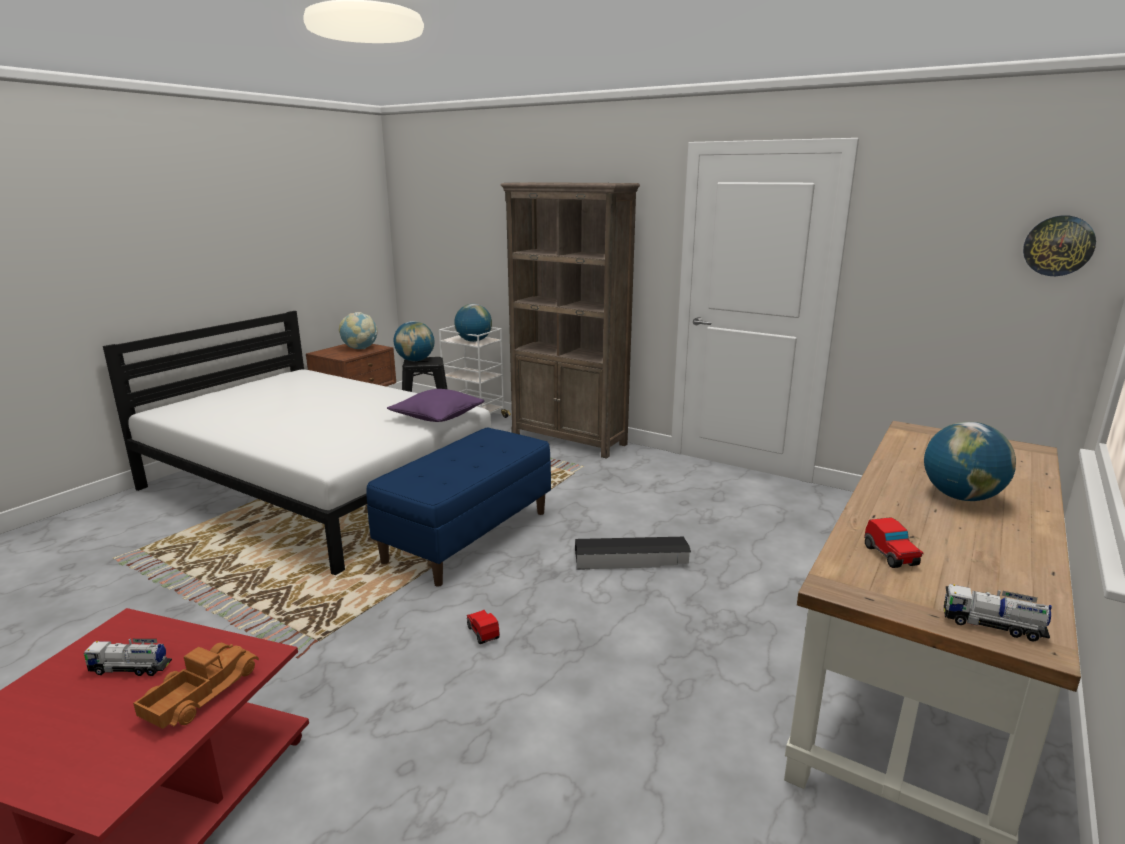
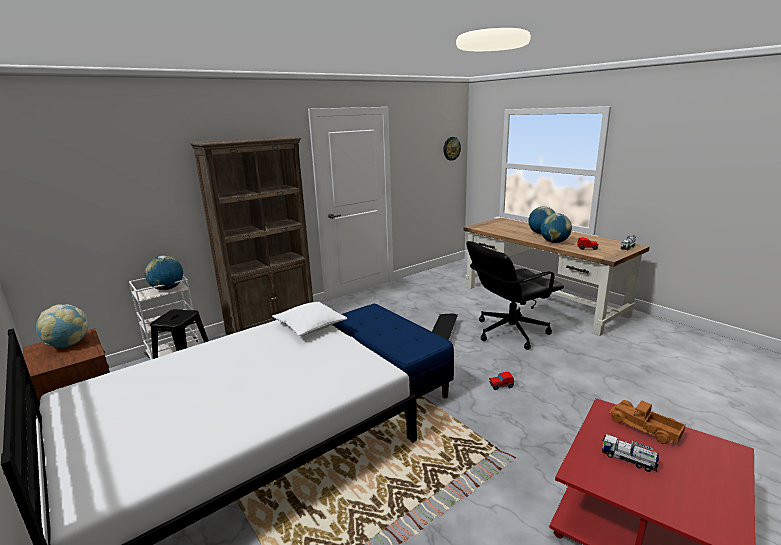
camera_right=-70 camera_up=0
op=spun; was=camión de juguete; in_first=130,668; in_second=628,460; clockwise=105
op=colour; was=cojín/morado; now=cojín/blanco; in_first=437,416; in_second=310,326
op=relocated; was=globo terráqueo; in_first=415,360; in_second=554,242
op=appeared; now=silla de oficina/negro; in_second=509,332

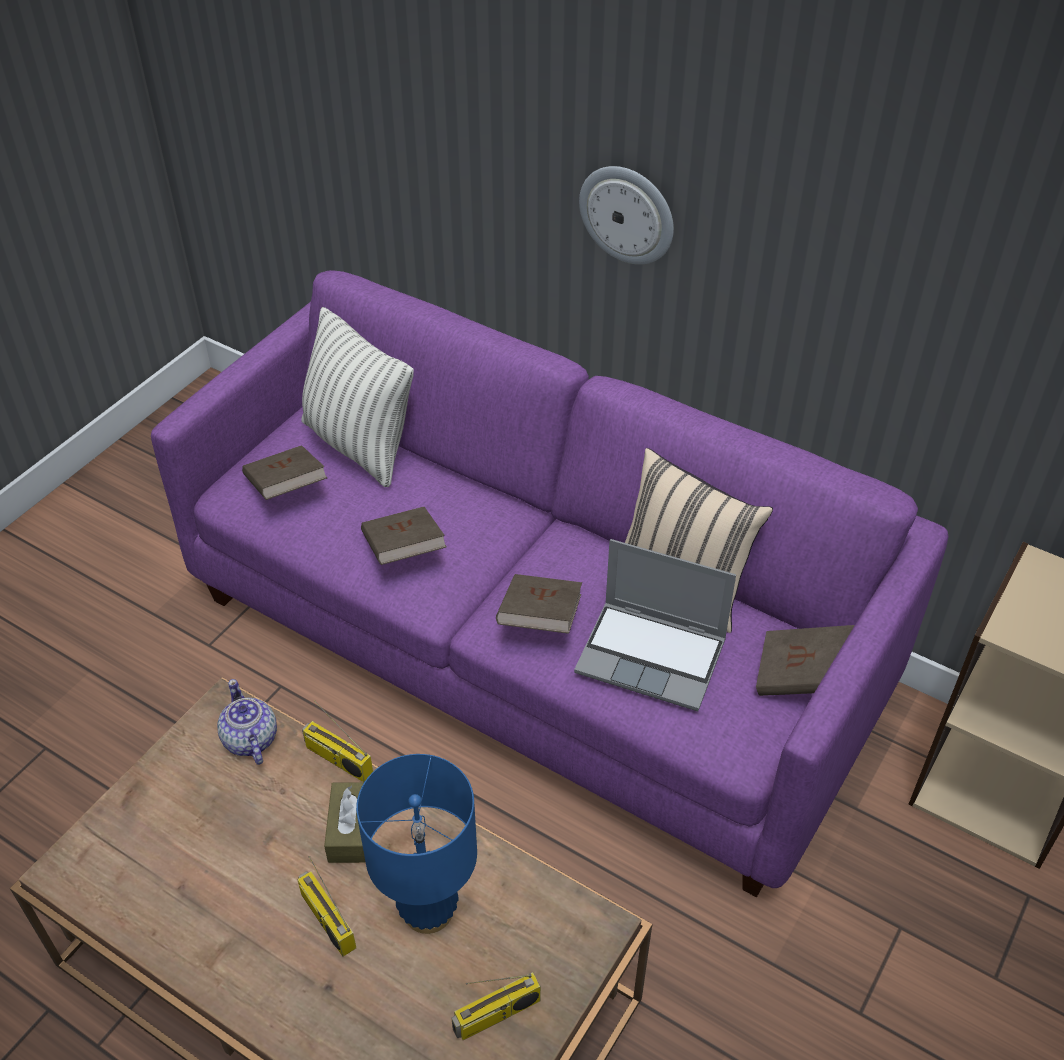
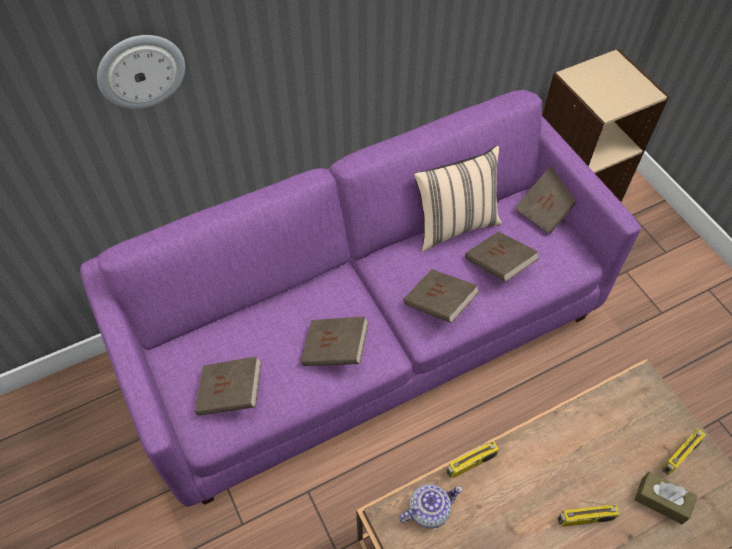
camera_right=-60 camera_up=10
op=spun; was=tetera; in_first=250,740; in_second=428,510; clockwise=150
op=missing; was=cojín; in_first=359,445
op=relocated; was=caja de pañuelos/marrón; in_first=350,830; in_second=661,501
op=missing; was=lámpara de mesa/azul; in_first=428,910
op=spun; was=radio; in_first=496,1015; in_second=679,456; clockwise=45
op=exchanged; was=portátil; now=libro/marrón; in_first=653,656; in_second=498,265
op=relocated; was=reloj de pared; in_first=627,214; in_second=141,71

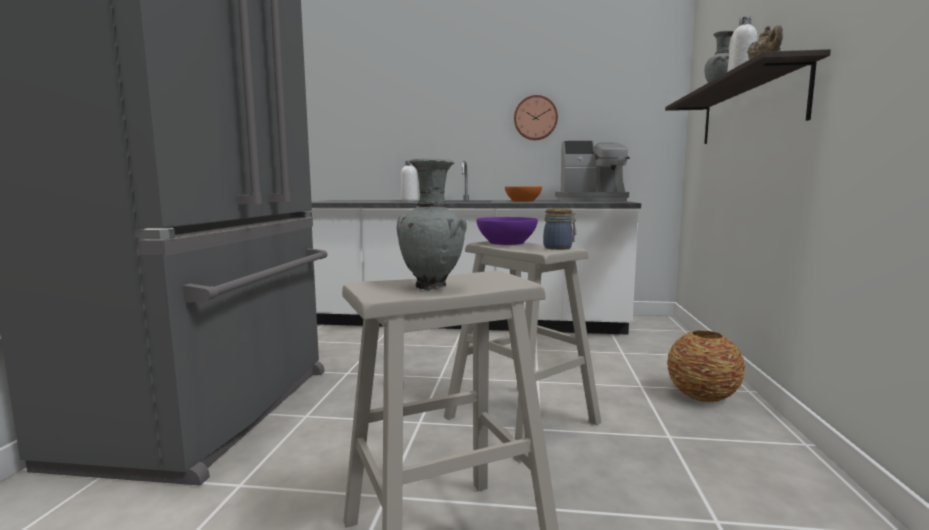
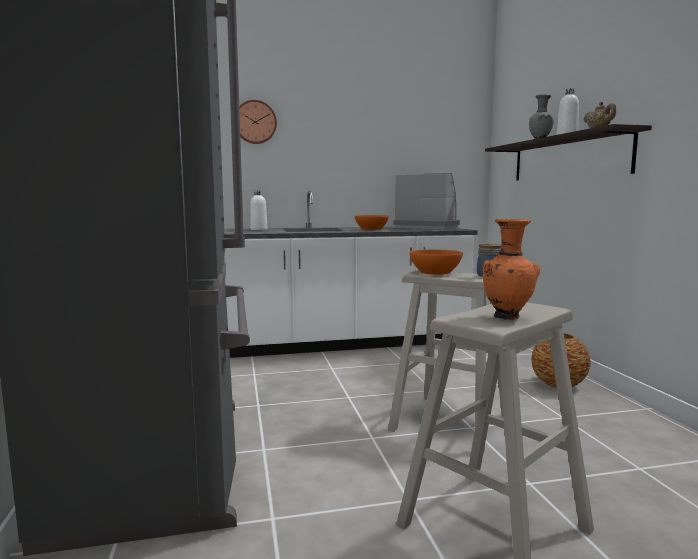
camera_right=-20 camera_up=0
op=colour; was=florero/gris; now=florero/naranja; in_first=433,287; in_second=507,317
op=colour; was=cuenco/morado; now=cuenco/naranja; in_first=507,243; in_second=435,272
op=relocated; was=reloj de pared; in_first=535,118; in_second=255,122
op=spun; was=cafetera; in_first=592,201; in_second=427,227; clockwise=-135

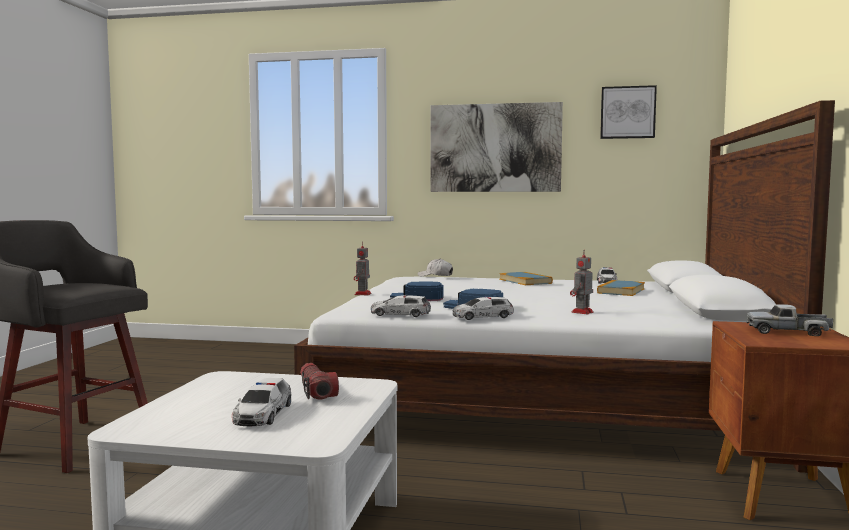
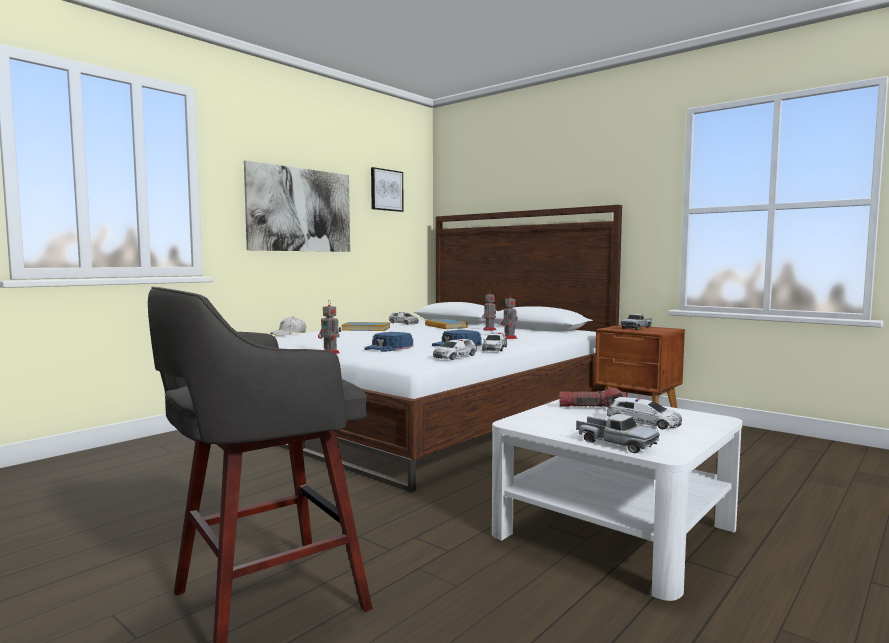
camera_right=-60 camera_up=0
op=appeared; now=robot de juguete; in_second=490,330
op=appeared; now=camión de juguete; in_second=615,443

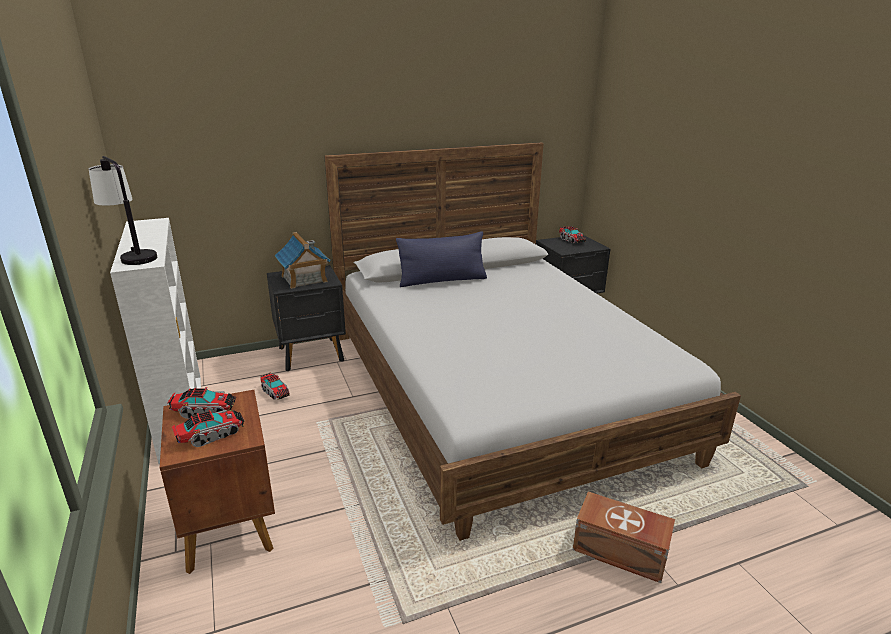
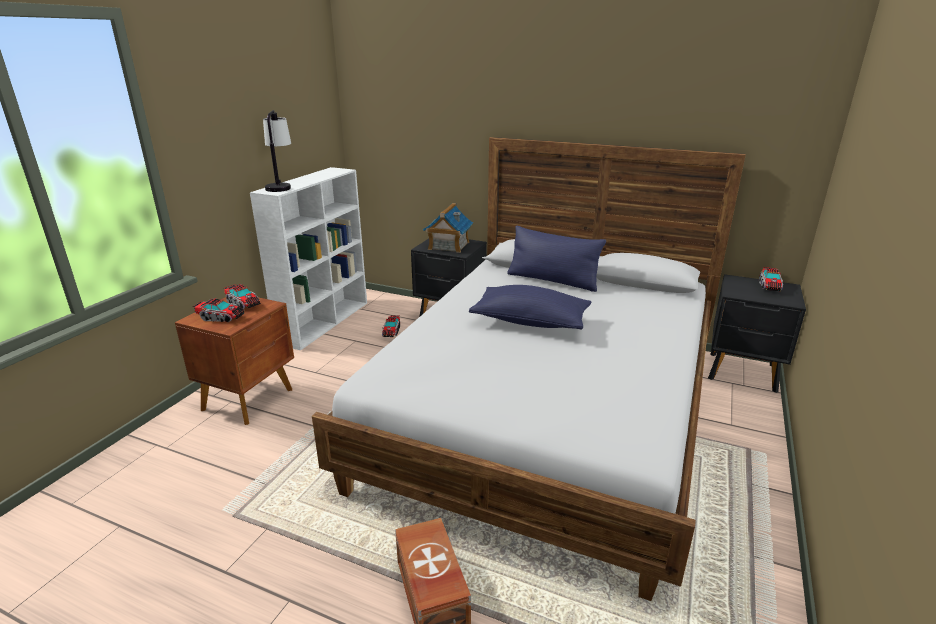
camera_right=45 camera_up=0
op=appeared; now=cojín/azul; in_second=530,321

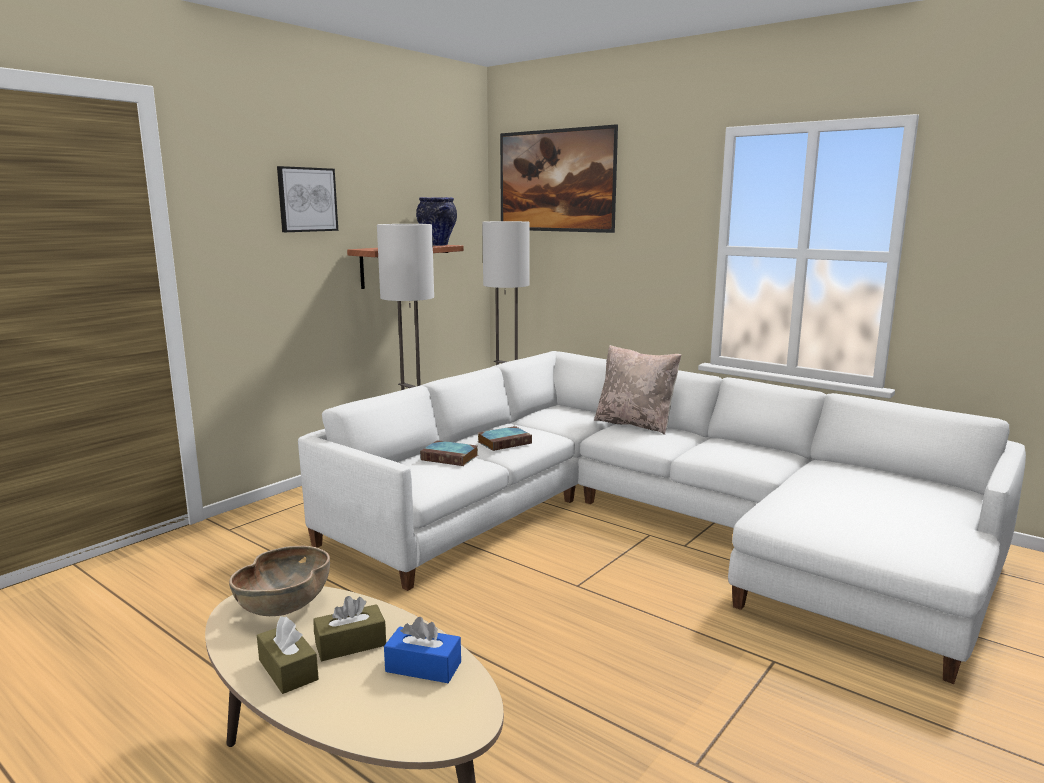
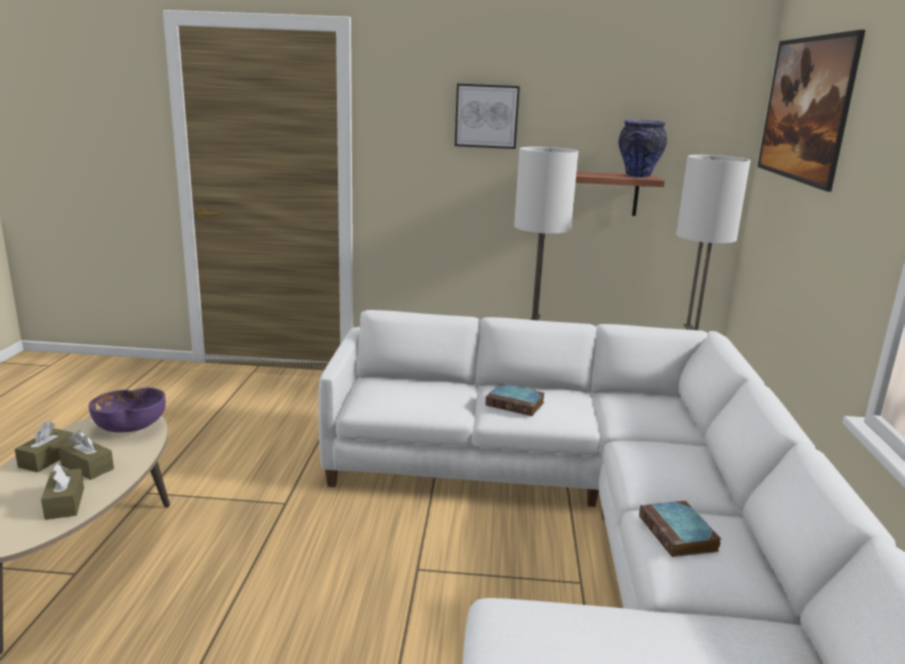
camera_right=55 camera_up=5
op=colour; was=cuenco/marrón; now=cuenco/morado; in_first=285,606; in_second=130,428
op=colour; was=caja de pañuelos/azul; now=caja de pañuelos/marrón; in_first=423,667; in_second=65,503
op=relocated; was=libro; in_first=451,457; in_second=679,534
op=missing; was=cojín/beis; in_first=635,424

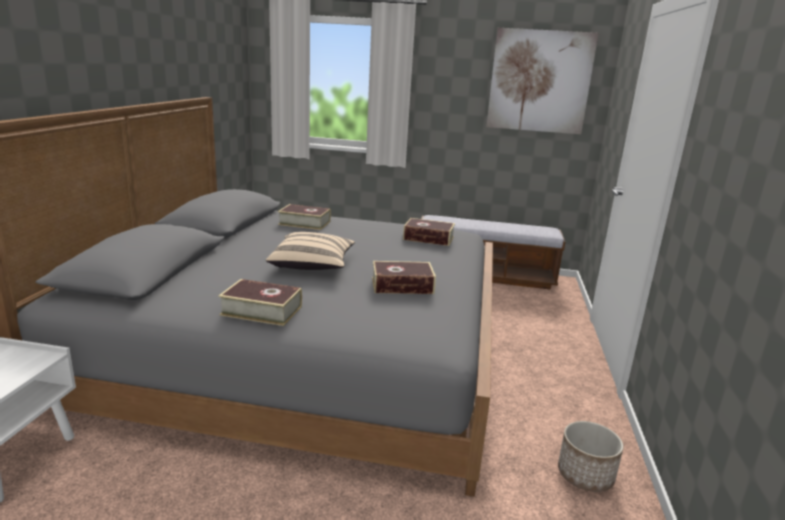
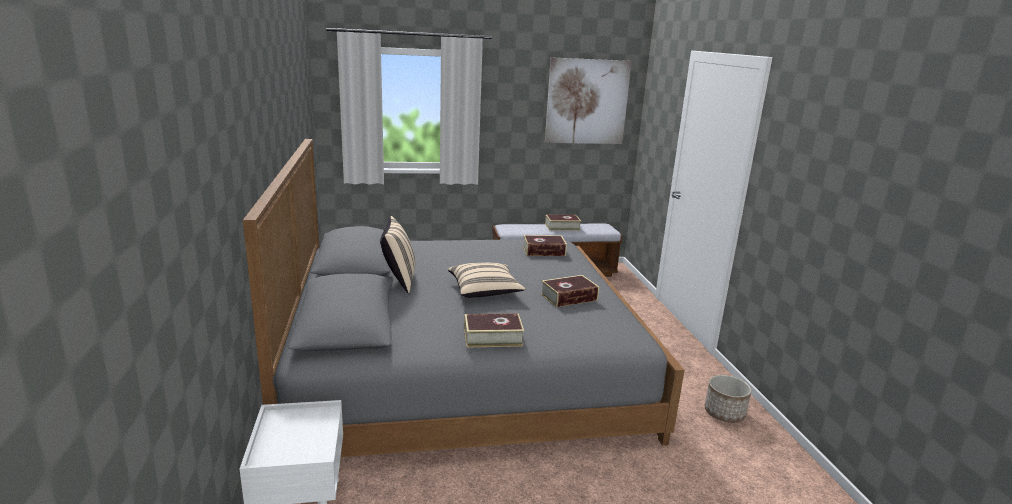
camera_right=-20 camera_up=0
op=relocated; was=libro; in_first=304,223; in_second=562,227
op=appeared; now=cojín/beis; in_second=398,281

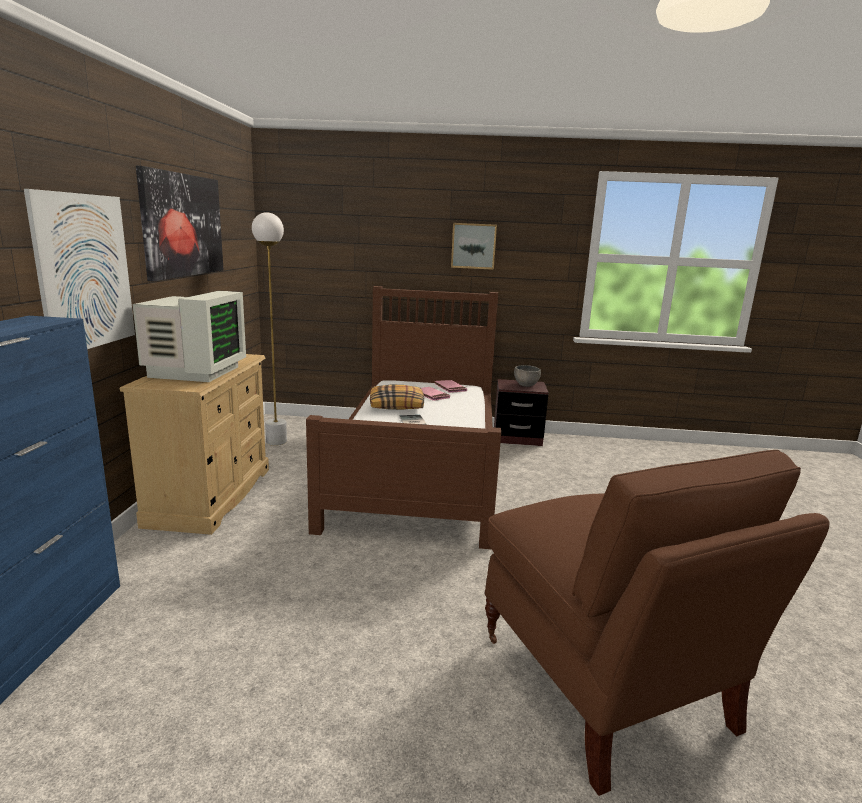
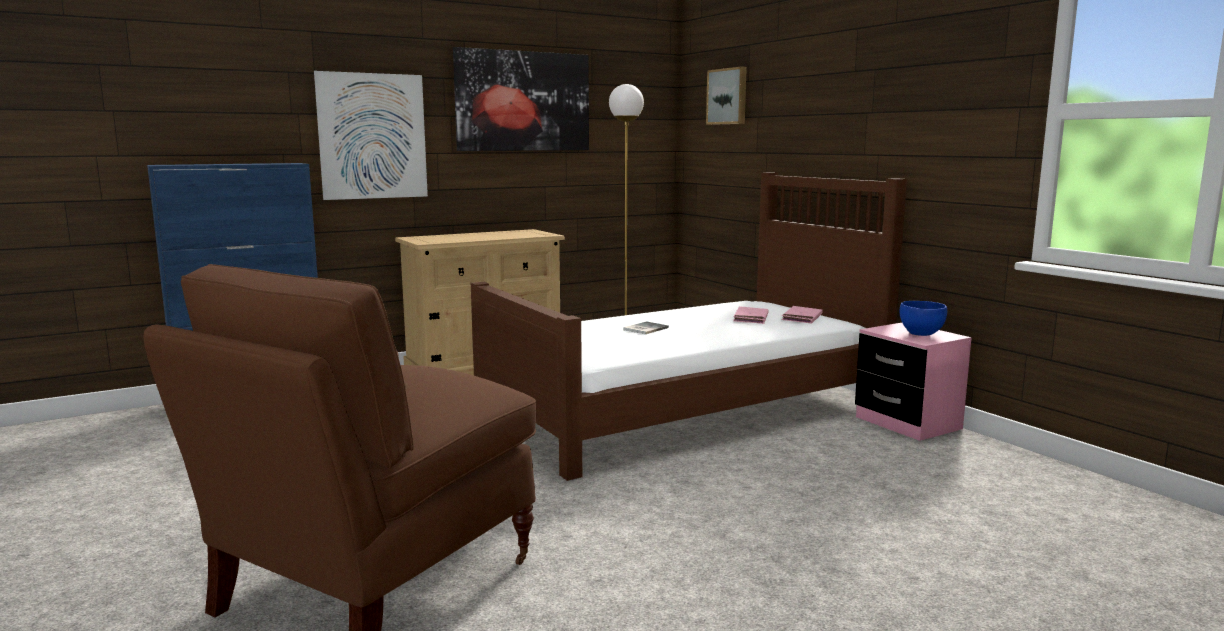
camera_right=55 camera_up=-5
op=missing; was=monitor; in_first=194,372
op=missing; was=cojín; in_first=397,405
op=relocated; was=cuadro; in_first=473,246; in_second=728,96
op=colour; was=mesita de noche/marrón; now=mesita de noche/rosa; in_first=517,438; in_second=907,423
op=colour; was=cuenco/gris; now=cuenco/azul; in_first=526,385; in_second=921,334

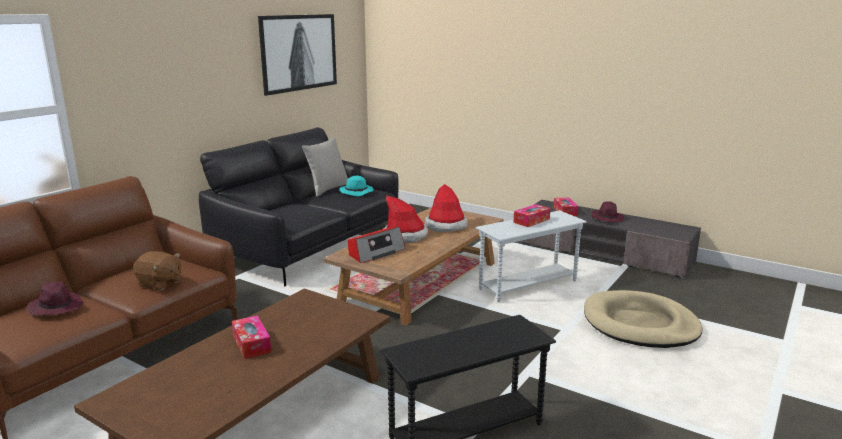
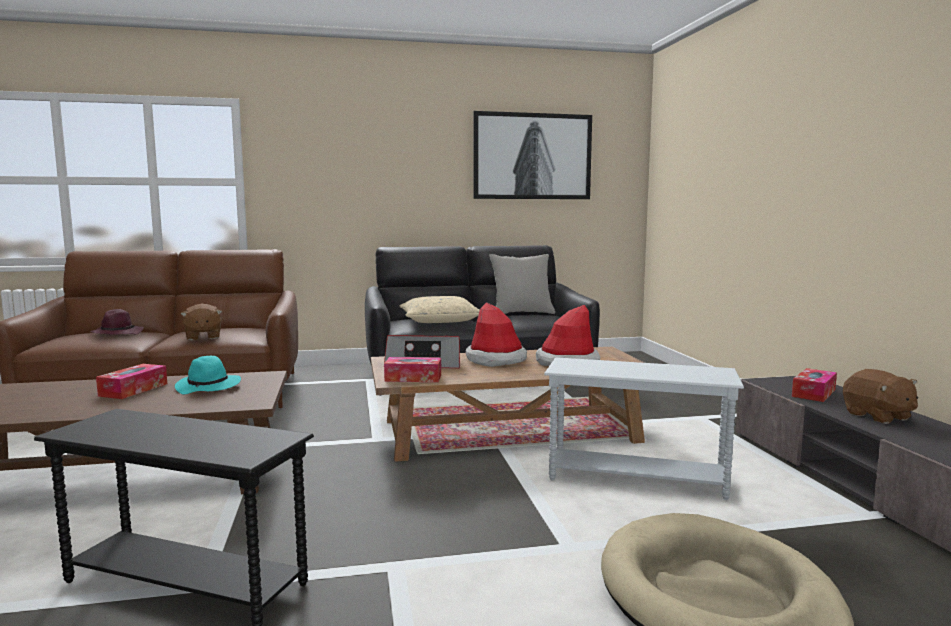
camera_right=45 camera_up=-10
op=relocated; was=sombrero/turquesa; in_first=357,192; in_second=209,387
op=relocated; was=caja de pañuelos; in_first=531,221; in_second=413,378
op=exchanged; was=sombrero/morado; now=peluche/marrón; in_first=607,218; in_second=877,416
op=appeared; now=cojín/beis; in_second=440,321

